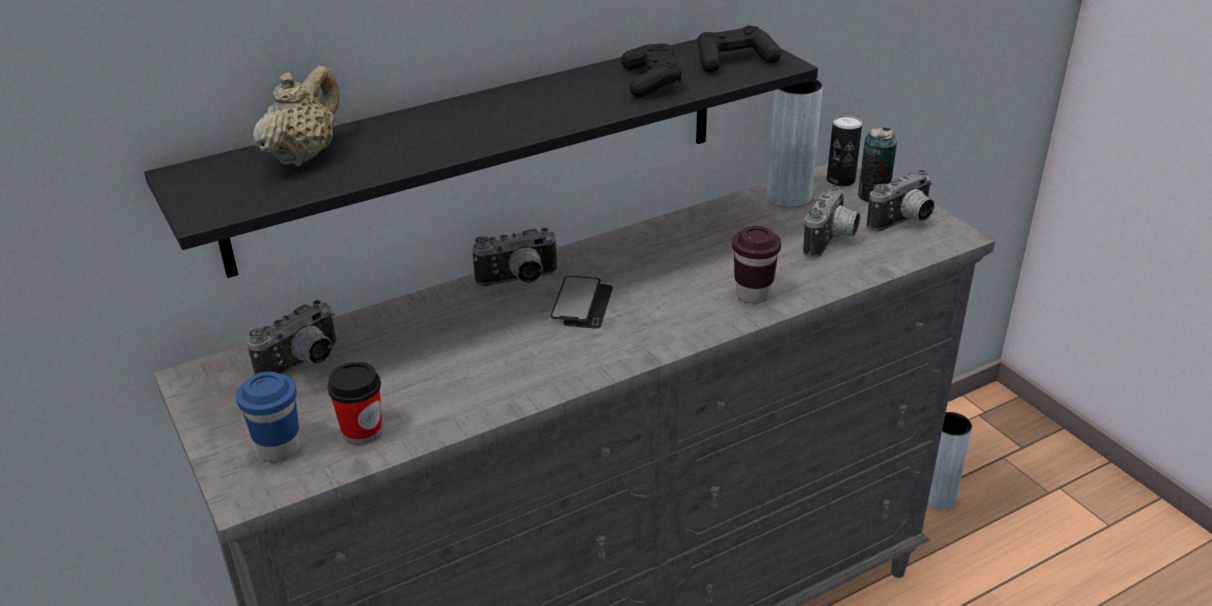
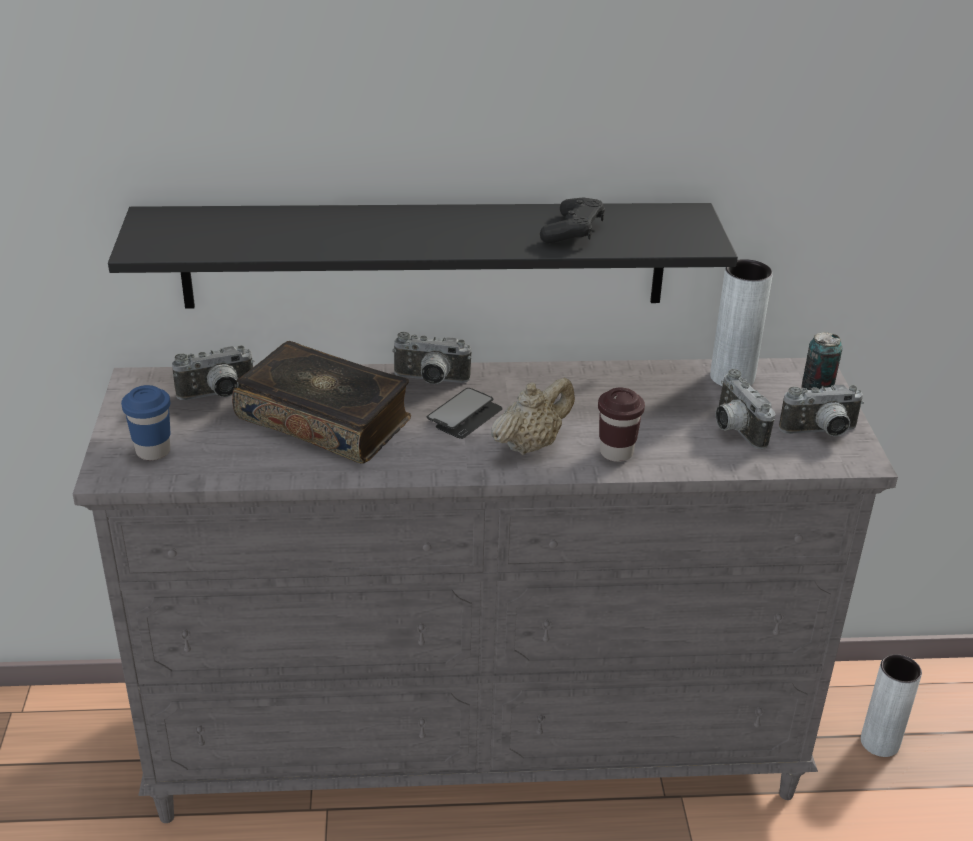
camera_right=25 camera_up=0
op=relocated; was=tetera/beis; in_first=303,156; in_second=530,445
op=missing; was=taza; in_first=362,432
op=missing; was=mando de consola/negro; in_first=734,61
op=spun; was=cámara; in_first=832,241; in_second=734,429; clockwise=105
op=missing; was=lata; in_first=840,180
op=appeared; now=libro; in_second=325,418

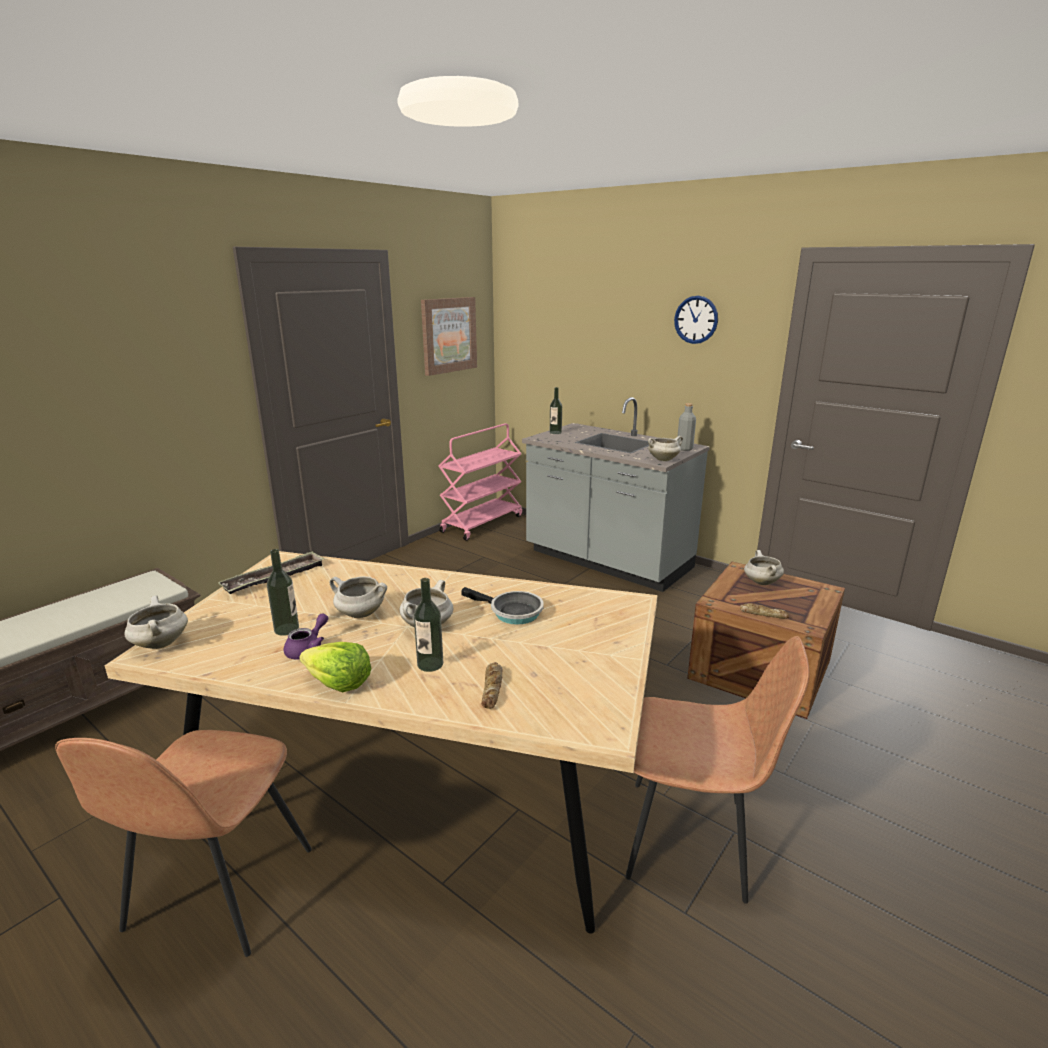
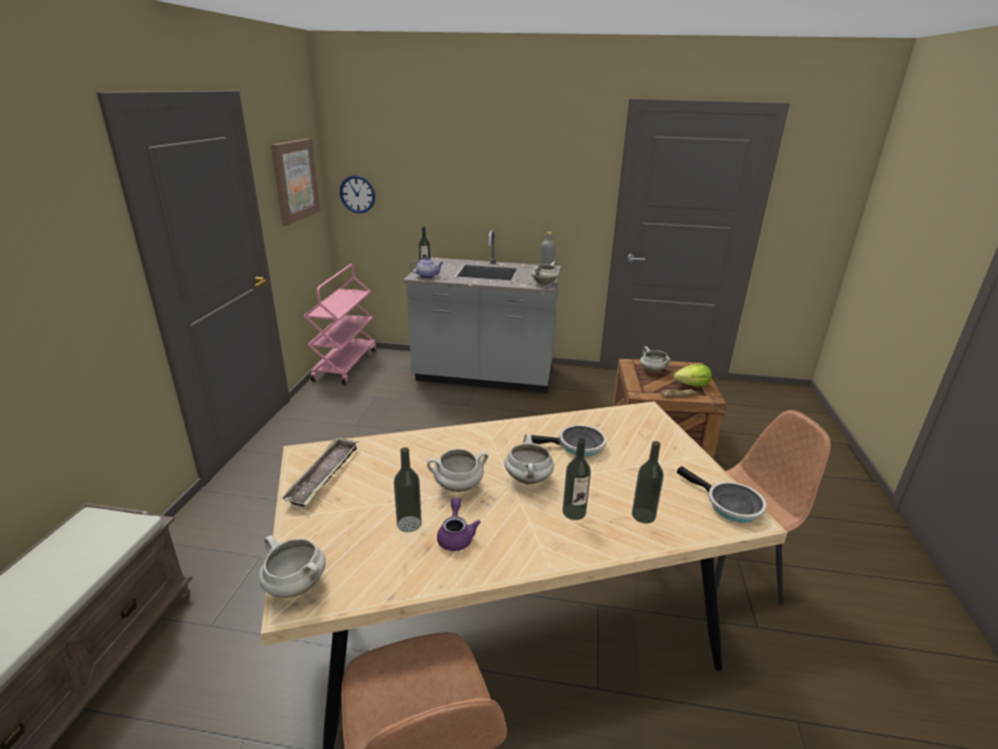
camera_right=-30 camera_up=5
op=relocated; was=lechuga; in_first=339,683; in_second=692,385
op=exchanged; was=pan; now=botella; in_first=492,688; in_second=643,515
op=relocated; was=reloj de pared; in_first=696,319; in_second=357,194
op=appeared; now=tetera; in_second=427,276
op=appeared; now=sartén; in_second=729,505

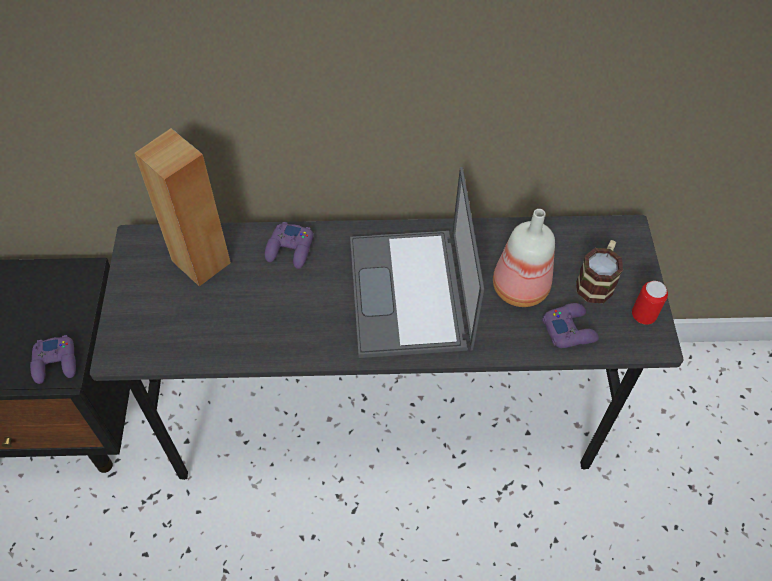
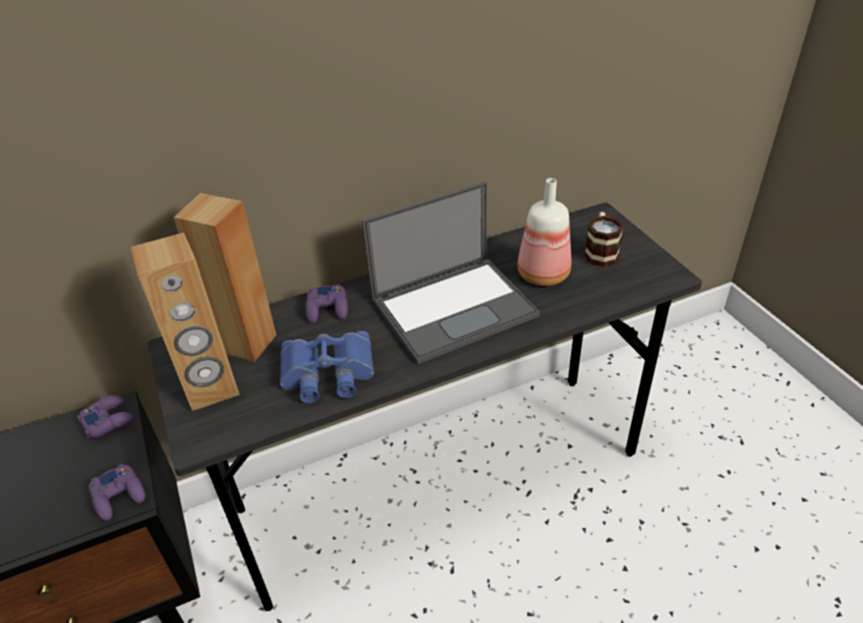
camera_right=-20 camera_up=-15
op=spun; was=portátil; in_first=410,295; in_second=455,307; clockwise=-90
op=relocated; was=mando de consola/morado; in_first=569,329; in_second=108,420
op=missing; was=lata; in_first=643,316
op=appeared; now=altavoz/marrón; in_second=211,389
op=appeared; now=prismáticos/azul; in_second=327,374

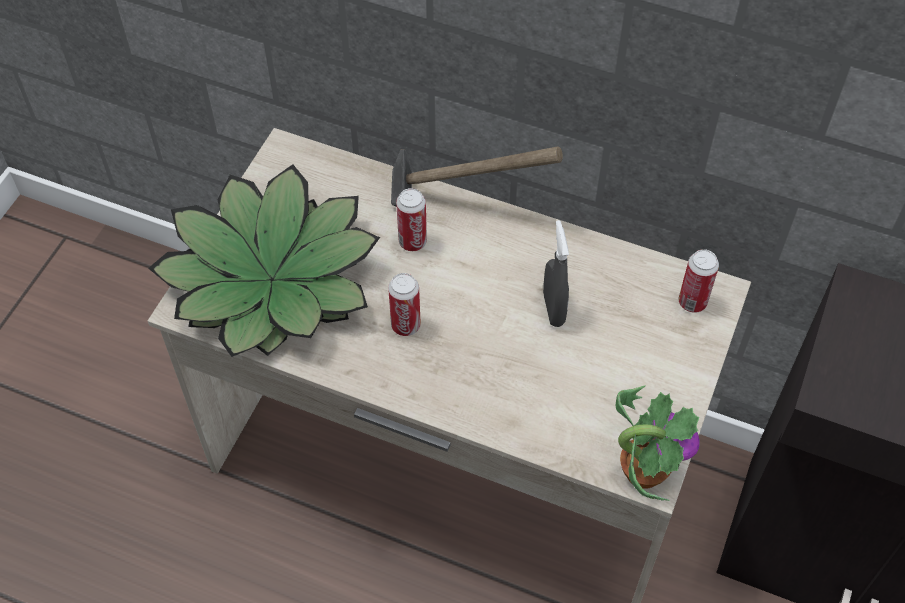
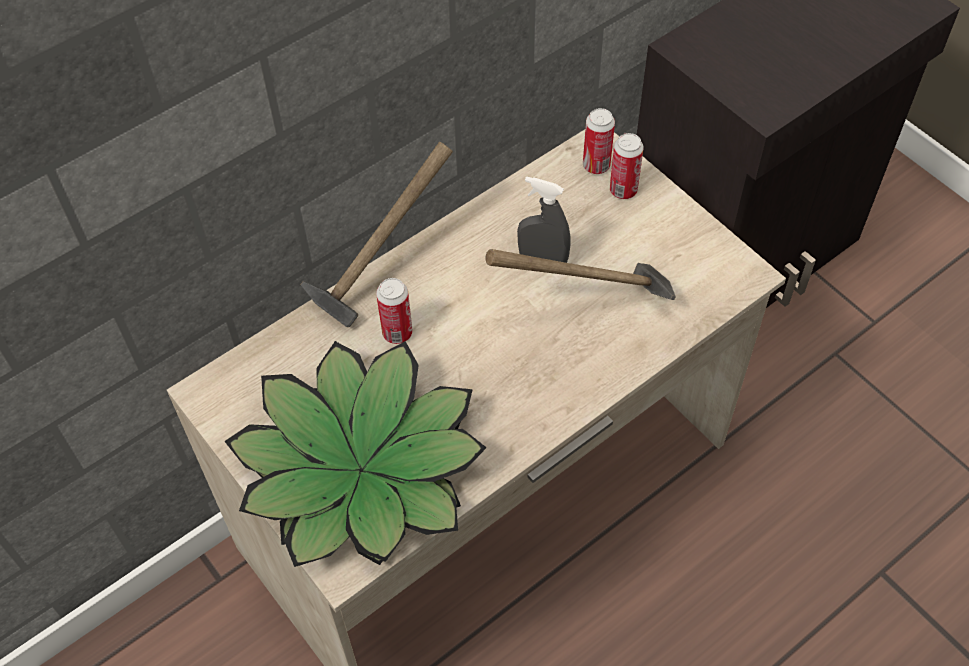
camera_right=-60 camera_up=0
op=relocated; was=lata; in_first=405,325; in_second=623,190
op=missing; was=planta en maceta; in_first=642,470
op=appeared; now=martillo; in_second=586,309

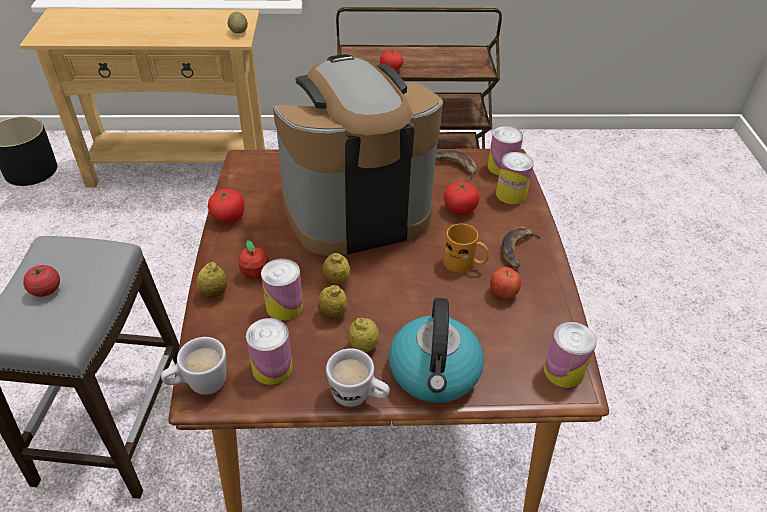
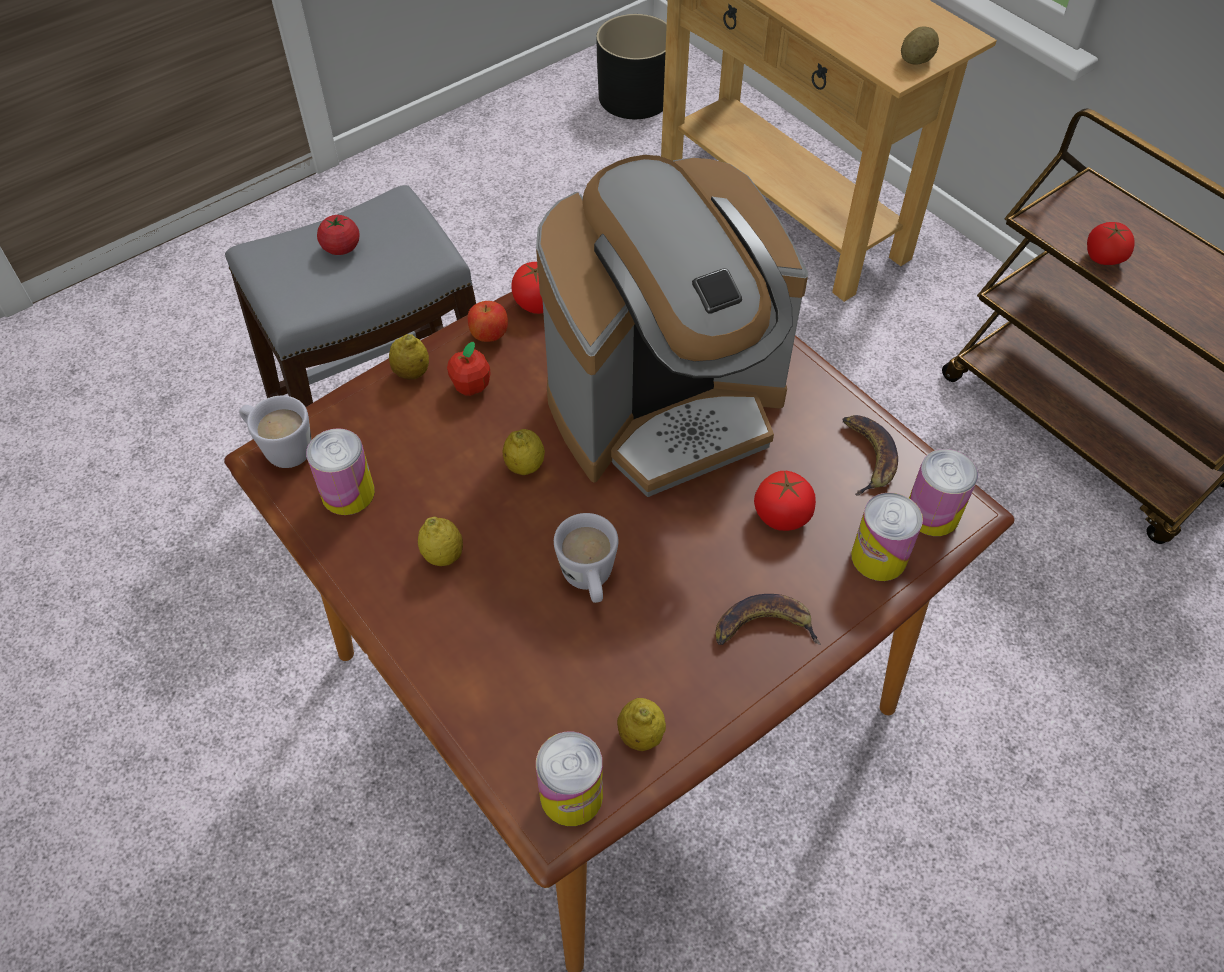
camera_right=55 camera_up=10
op=missing; was=lata; in_first=284,306
op=spun; was=cafetera; in_first=356,210; in_second=667,408; clockwise=120
op=relocated; was=limón; in_first=333,314; in_second=640,735
op=relocated; was=taza grande/blanco; in_first=358,397; in_second=589,582
op=missing; was=hervidor; in_first=434,373
op=missing; was=taza grande/naranja; in_first=465,263
op=relocated; was=manzana; in_first=503,293; in_second=489,336

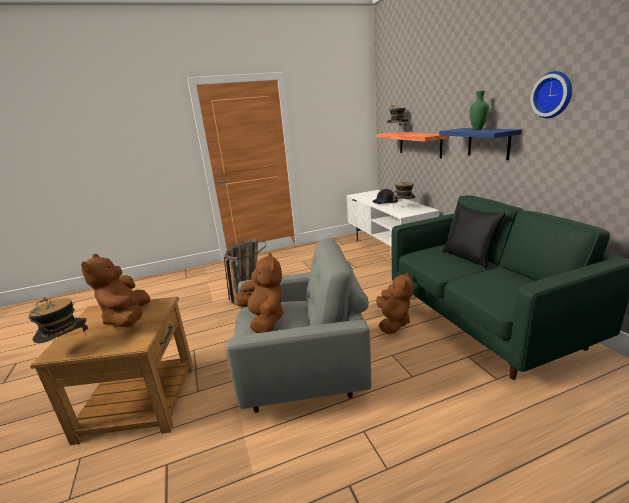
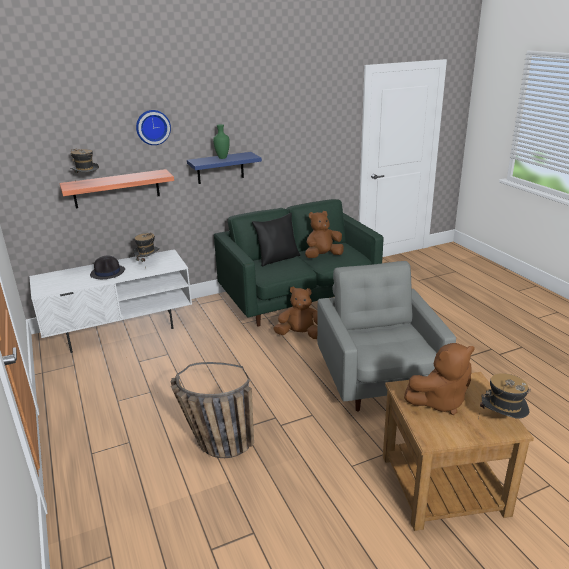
camera_right=-95 camera_up=5
op=relocated; was=peluche/marrón; in_first=264,320; in_second=322,256
op=relocated; was=reloj de pared; in_first=553,95; in_second=152,127

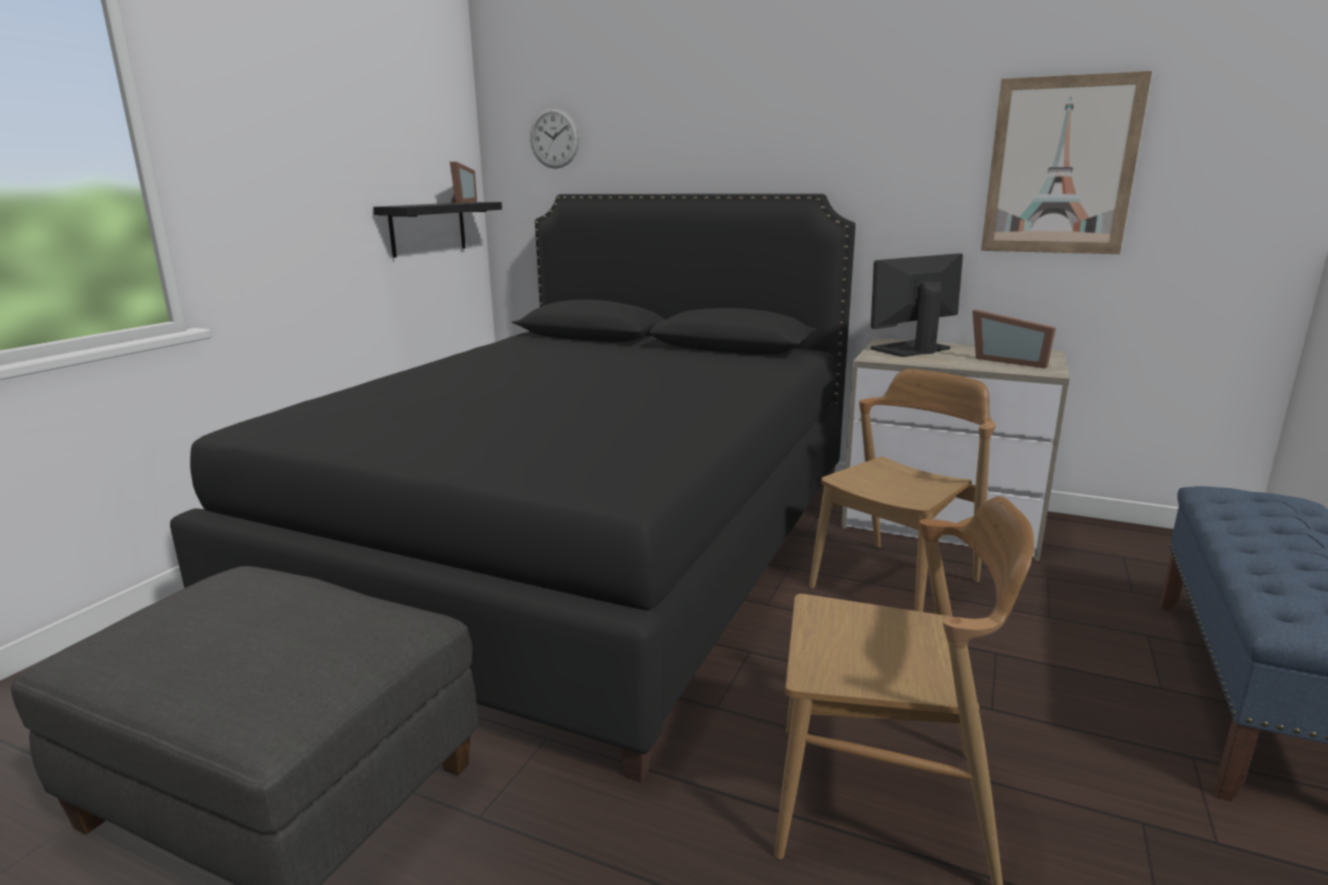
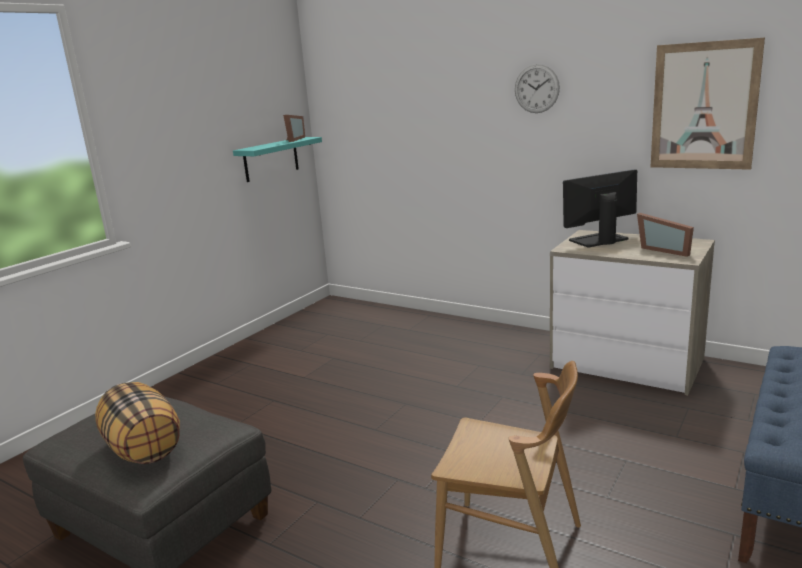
camera_right=10 camera_up=0
op=missing; was=cama/negro; in_first=583,547
op=colour; was=estante/negro; now=estante/turquesa; in_first=428,228; in_second=271,159
op=relocated; was=reloj de pared; in_first=554,138; in_second=536,89
op=missing; was=silla/marrón; in_first=896,584
op=appeared; now=cojín; in_second=144,448

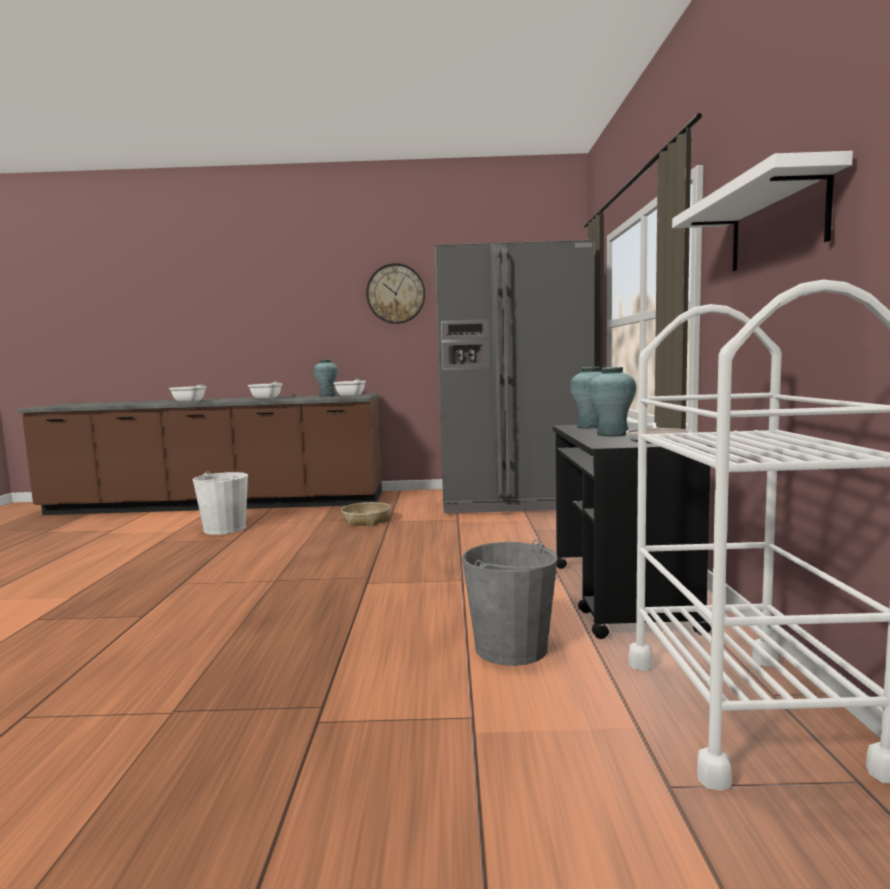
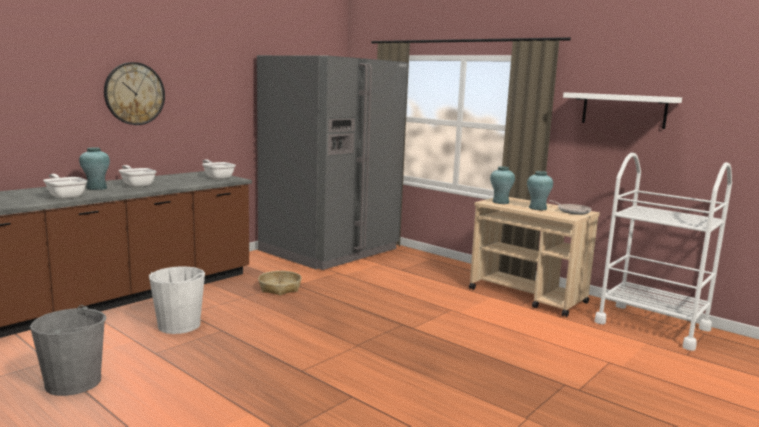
camera_right=-50 camera_up=5
op=relocated; was=florero/turquesa; in_first=327,396; in_second=96,188
op=relocated; was=reloj de pared; in_first=396,294; in_second=134,93
op=relocated; was=cubo/gris; in_first=511,648; in_second=74,382
op=colour; was=carrito/negro; now=carrito/beis; in_first=621,597; in_second=528,296

